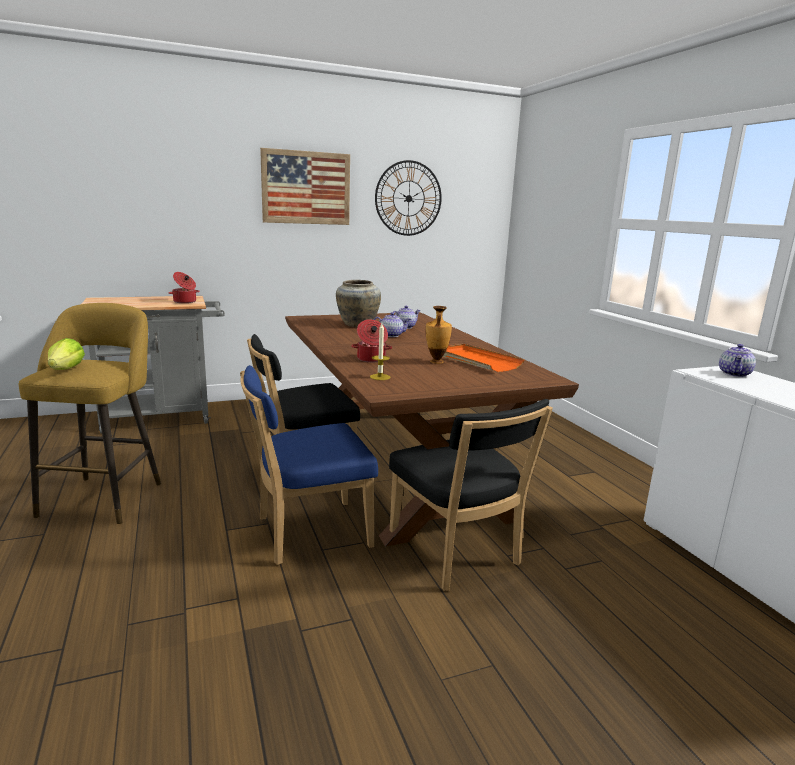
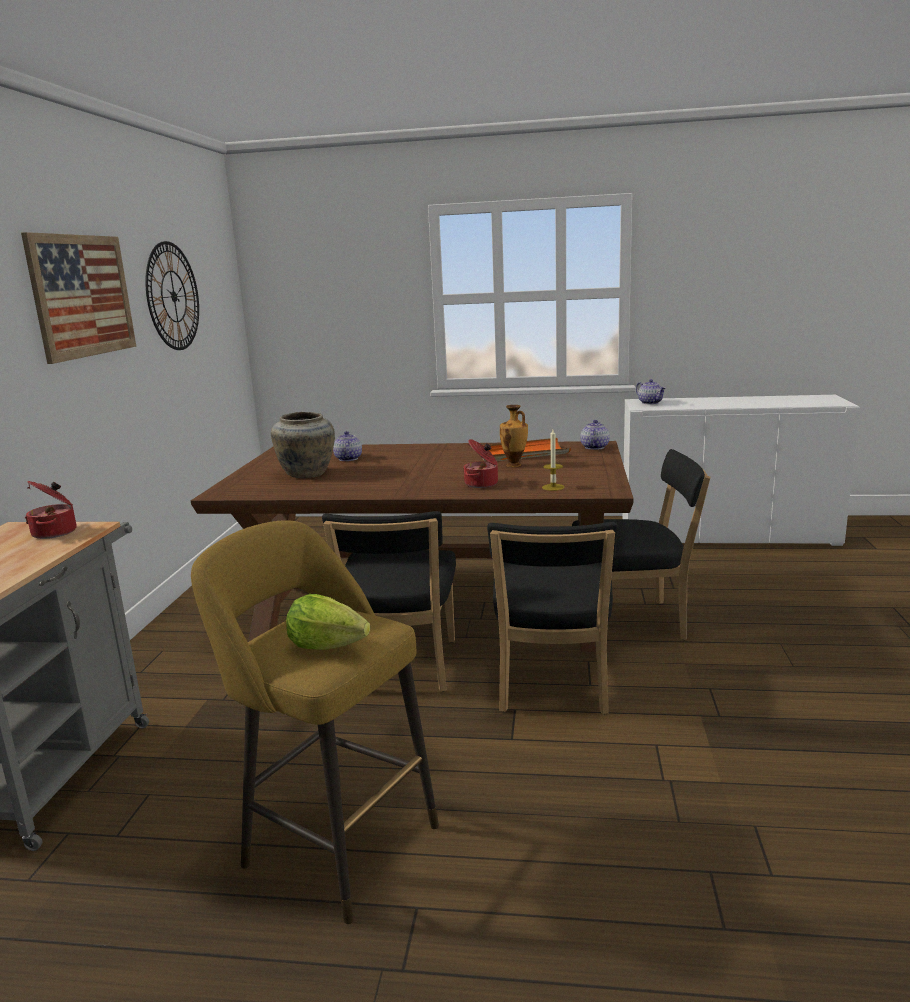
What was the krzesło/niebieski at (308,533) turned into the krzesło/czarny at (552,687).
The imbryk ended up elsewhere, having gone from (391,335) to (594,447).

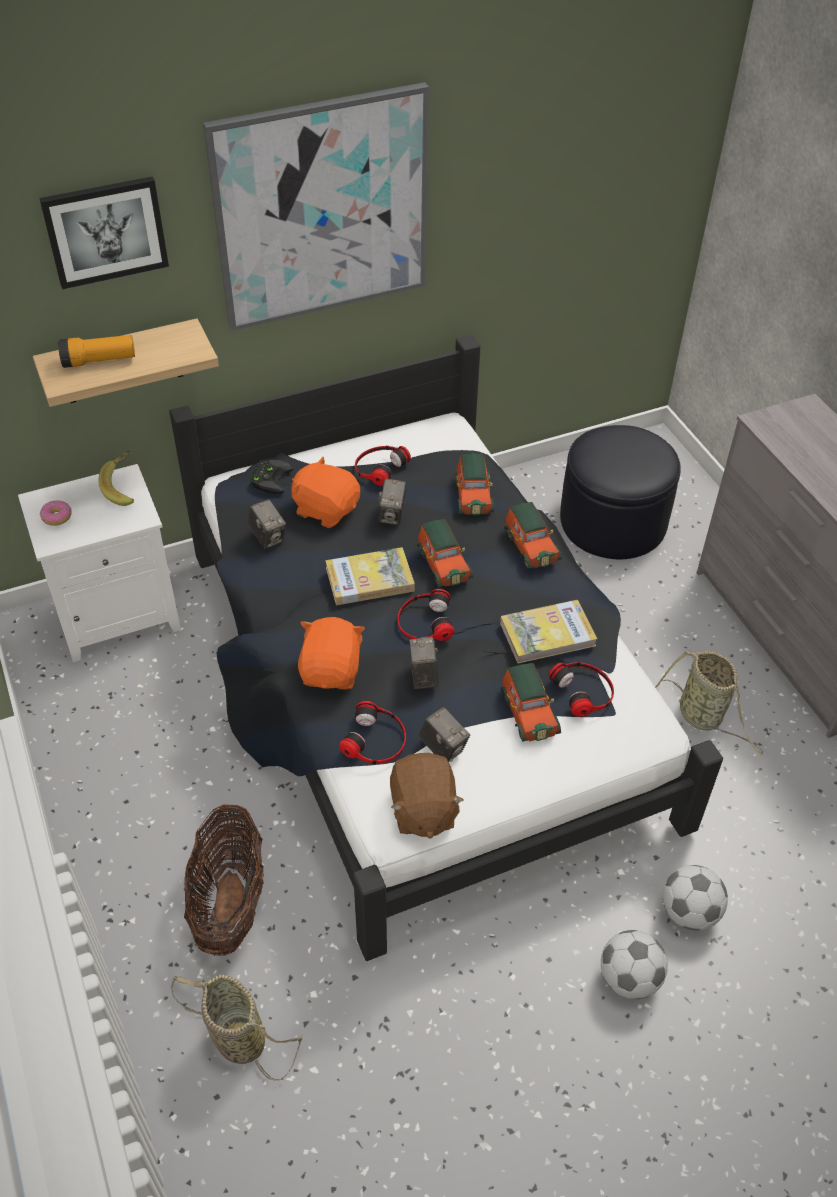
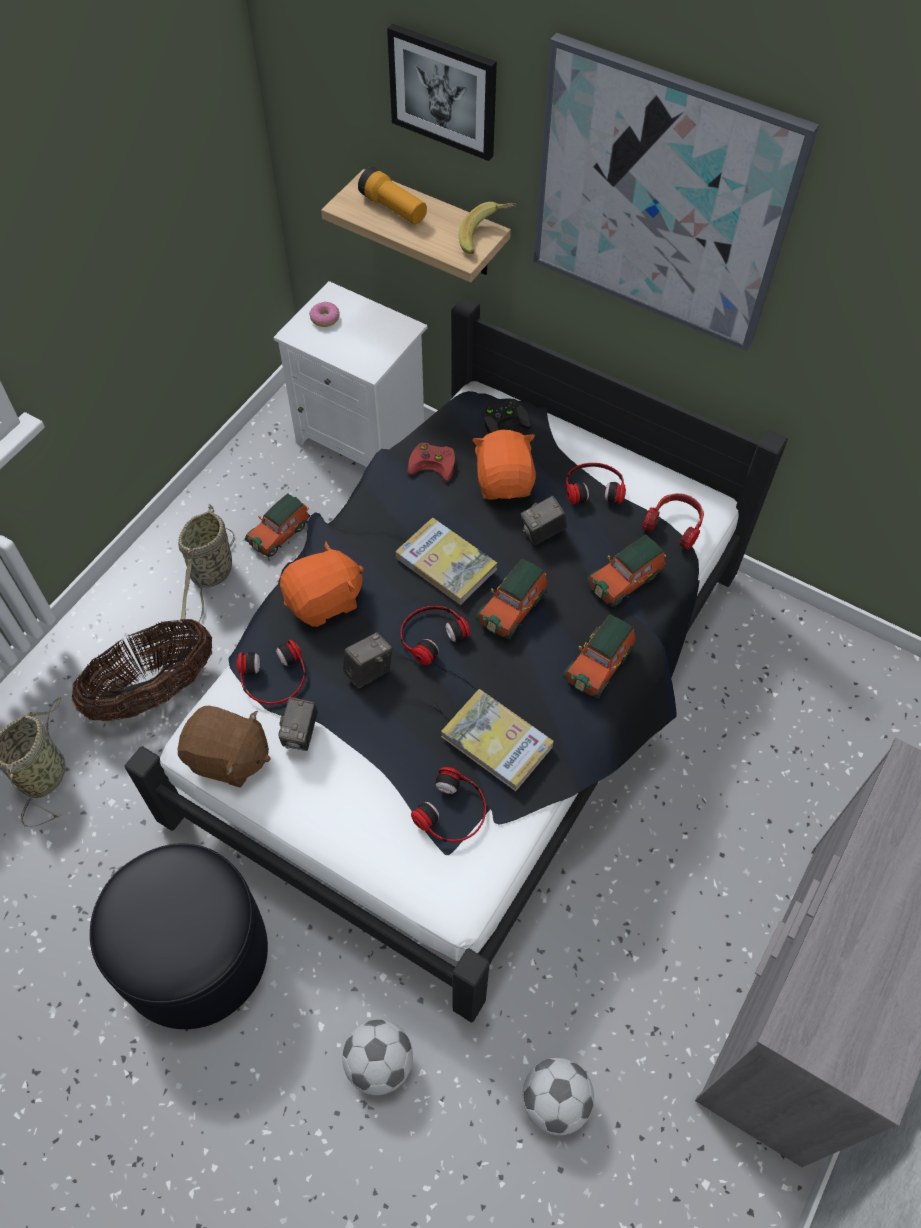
The banan ended up elsewhere, having gone from (125,488) to (487,238).
Where the aparat fotograficzny stood at (268,537), the pad do gier/czerwony came to stand at (434,463).
The pluszak/brązowy at (422,810) ended up facing another way, 120 degrees counterclockwise from before.
The samochodzik ended up elsewhere, having gone from (528,711) to (280,532).
The pufa/czarny ended up elsewhere, having gone from (613,521) to (195,953).
The piłka futbolowa ended up elsewhere, having gone from (629,978) to (555,1102).
The koszyk ended up elsewhere, having gone from (703,717) to (211,575).
The second view gained the słuchawki at (675,524).

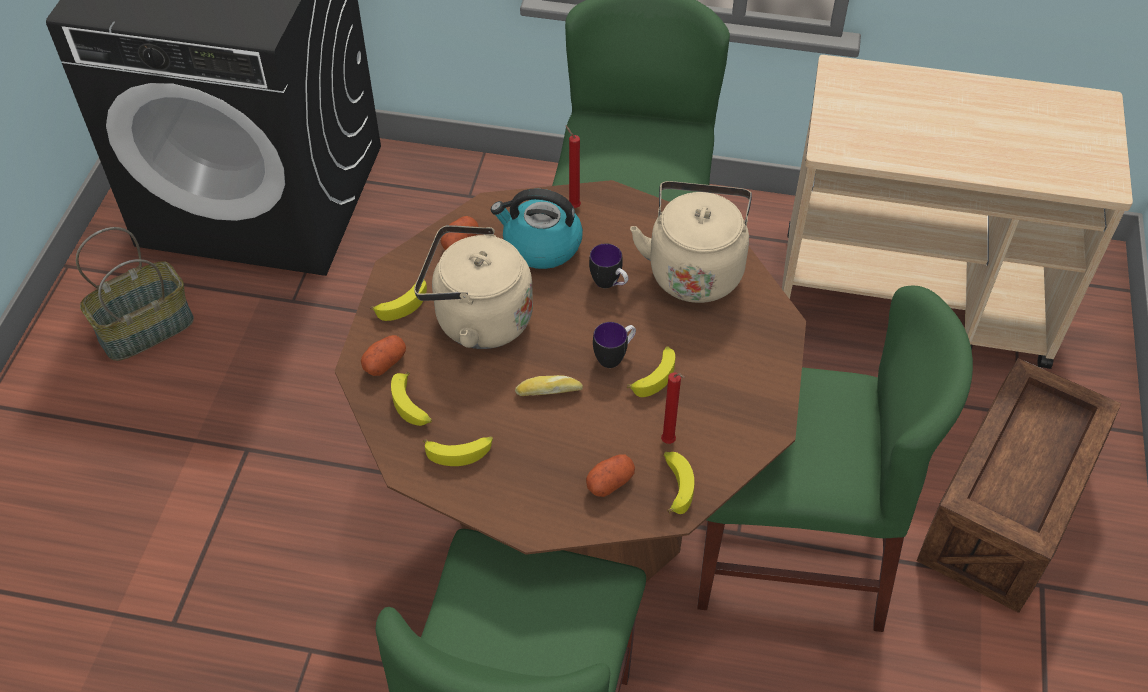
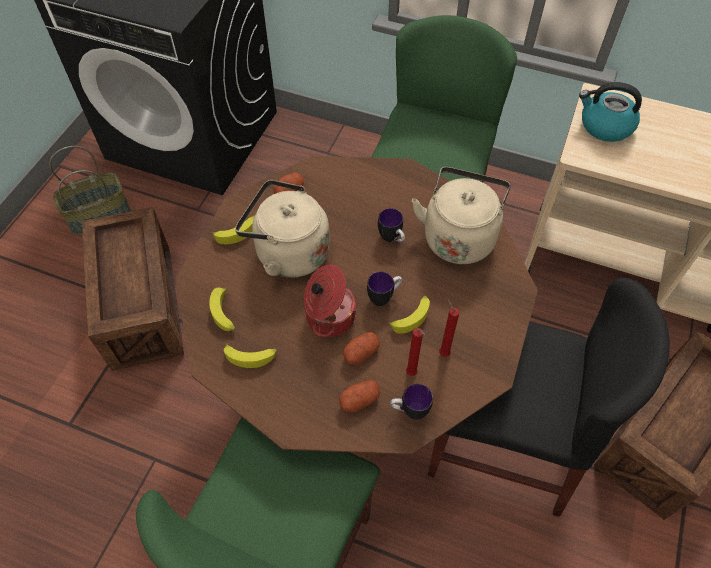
The ziemniak ended up elsewhere, having gone from (385,362) to (361,352).
The czajnik ended up elsewhere, having gone from (541,245) to (604,126).
Where the chleb stood at (548,390), the garnek came to stand at (328,317).
The świeca/czerwony ended up elsewhere, having gone from (572,206) to (443,352).
Where the banan stood at (675,485), the kubek came to stand at (409,411).
What was the krzesło/zielony at (790,551) turned into the krzesło/czarny at (502,443).
The second view gained the skrzynka at (142,306).

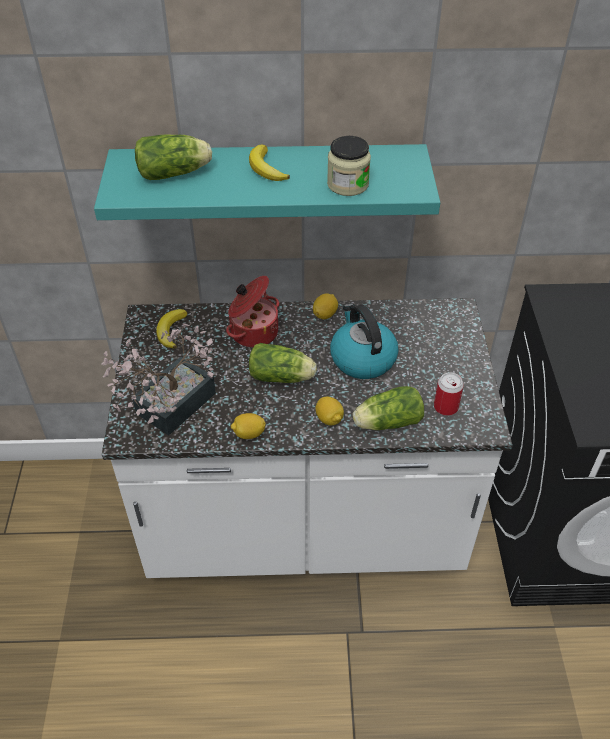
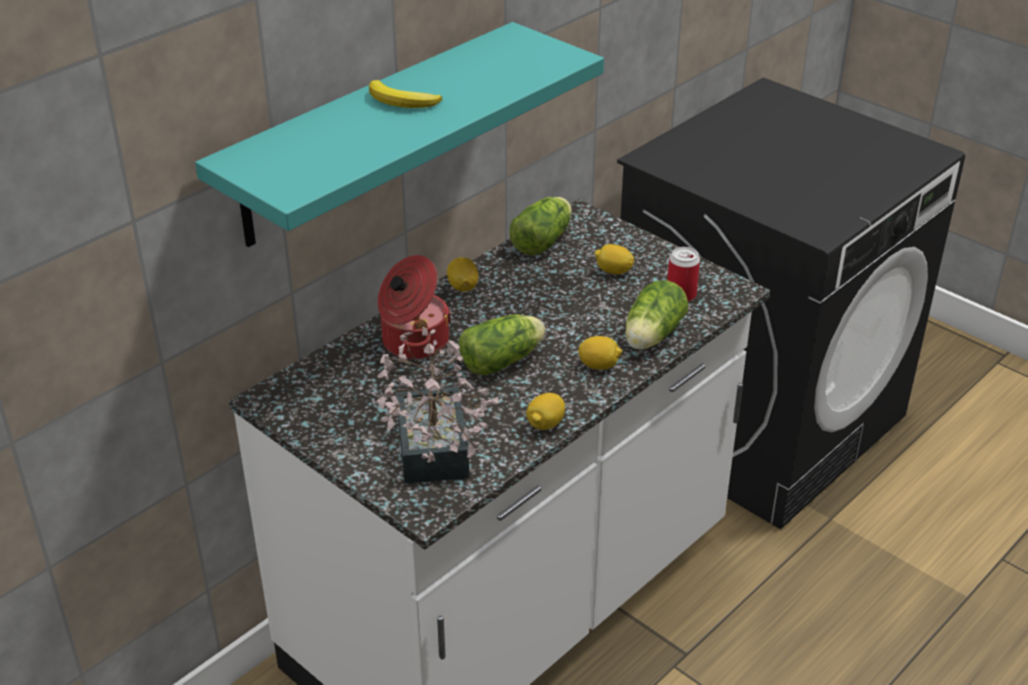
The sałata ended up elsewhere, having gone from (176,173) to (544,240).
The second view lost the banan at (171,331).
The second view lost the słoik at (348,184).
The second view lost the czajnik at (362,358).
The second view gained the cytryna at (613,271).

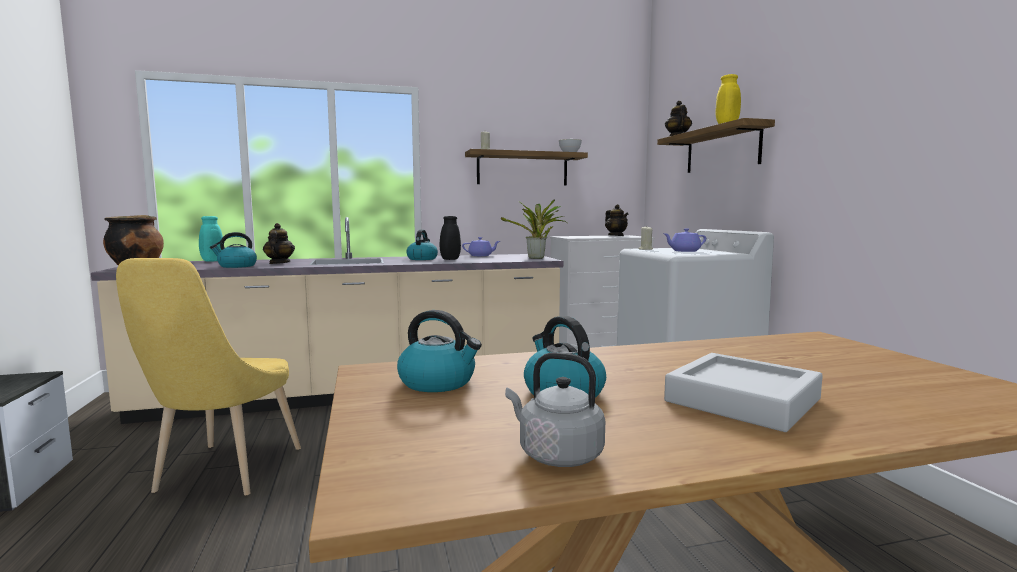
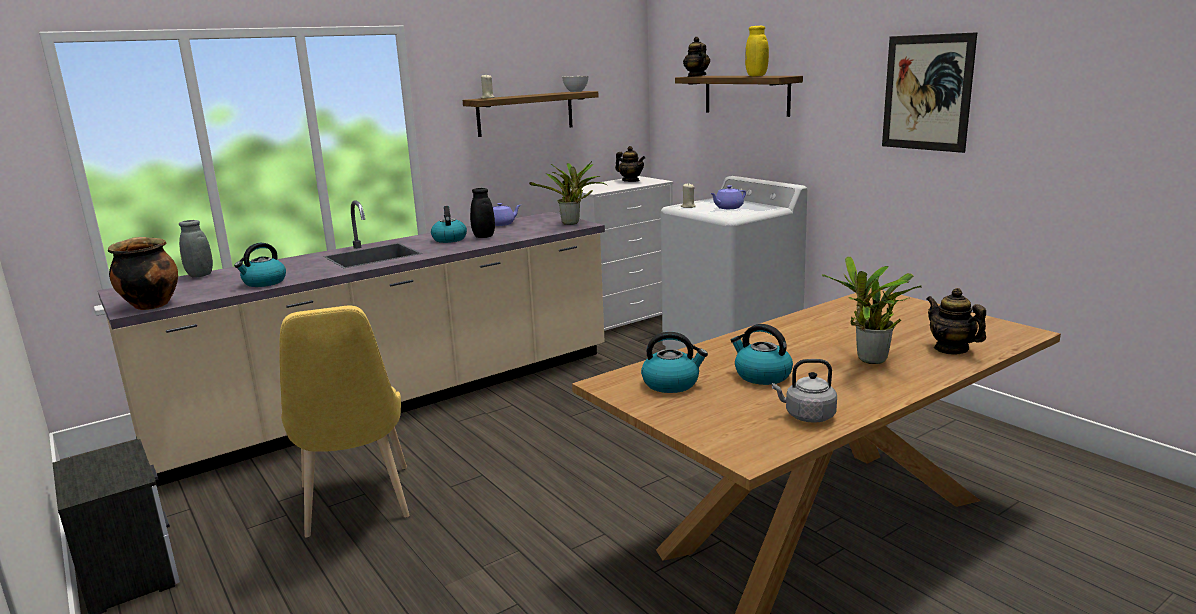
What was the wazon/turkusowy at (211,261) turned into the wazon/szary at (200,276).
The imbryk ended up elsewhere, having gone from (279,263) to (951,349).
Where the taca/szary stood at (742,400), the roślina doniczkowa came to stand at (869,361).
The second view gained the obraz at (927,93).

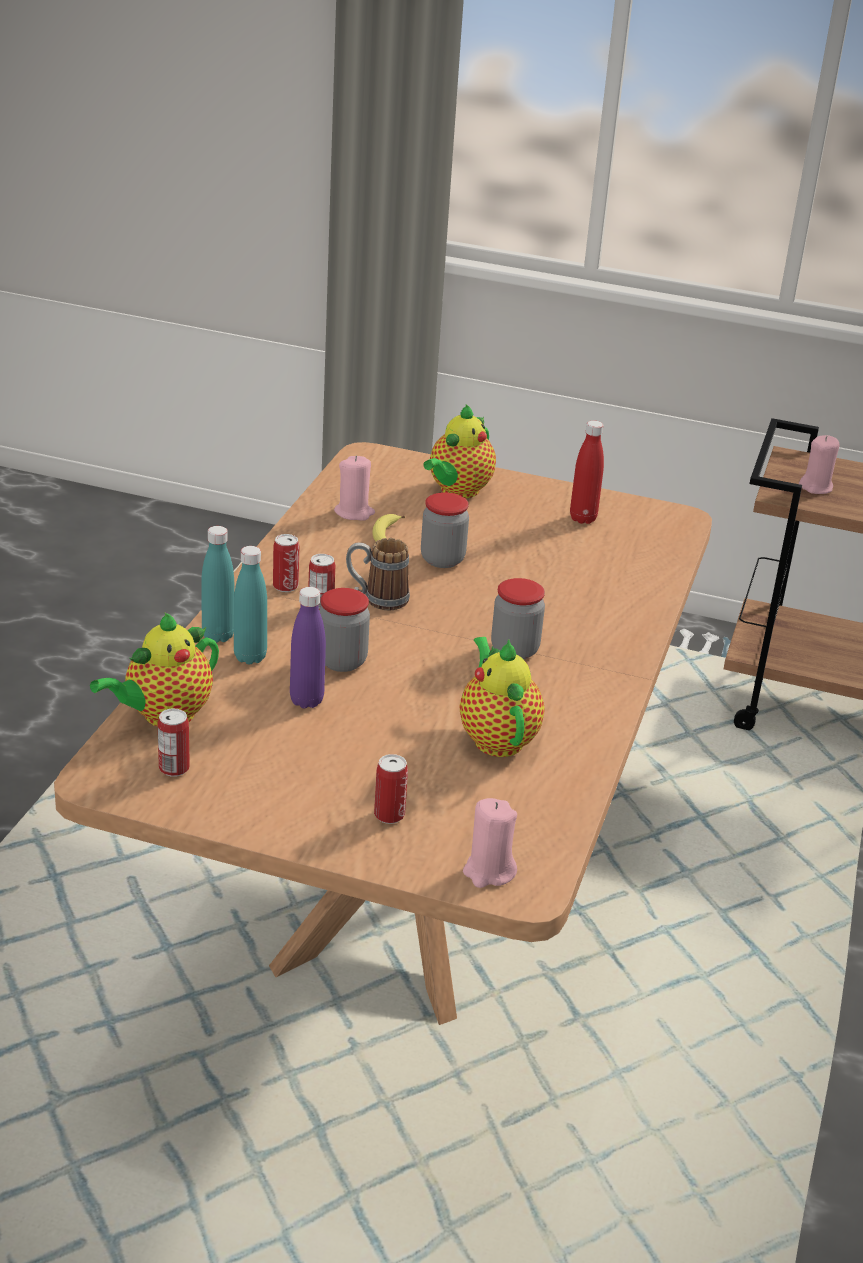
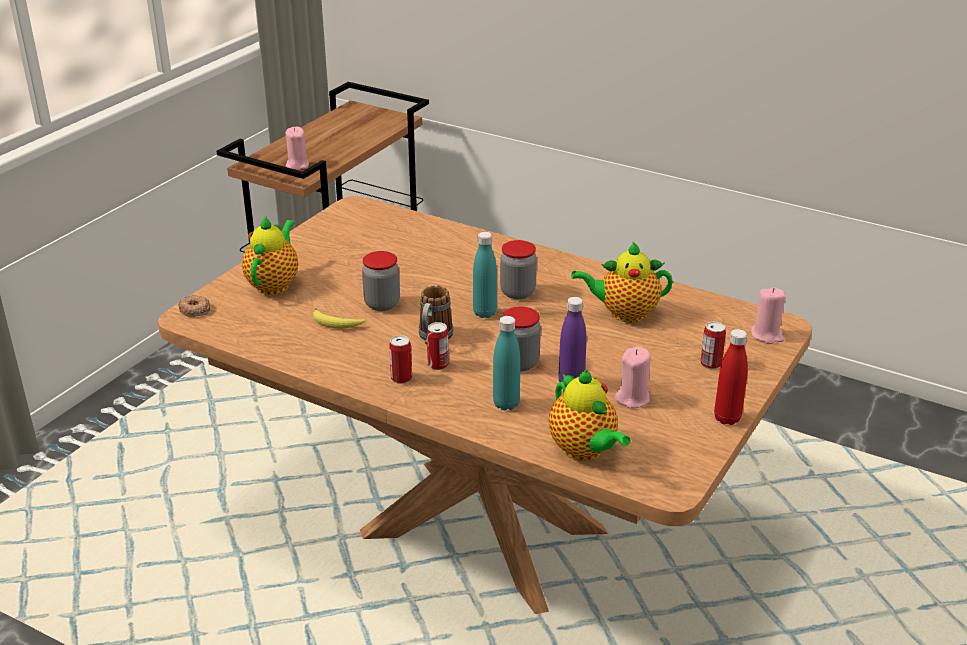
The second view lost the puszka at (174,768).
The butelka/turkusowy ended up elsewhere, having gone from (218,635) to (484,313).
The świeca/różowy ended up elsewhere, having gone from (354,513) to (632,398).
The imbryk at (457,491) ended up facing another way, 120 degrees counterclockwise from before.
The butelka/czerwony ended up elsewhere, having gone from (583,518) to (727,418).
The second view gained the donut at (194,310).

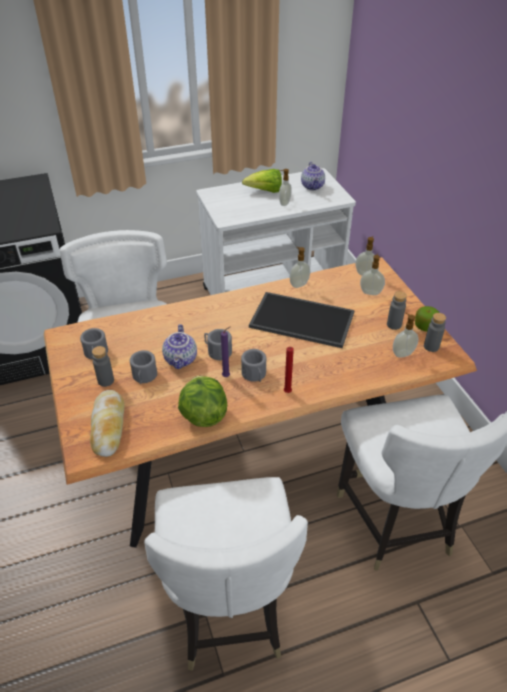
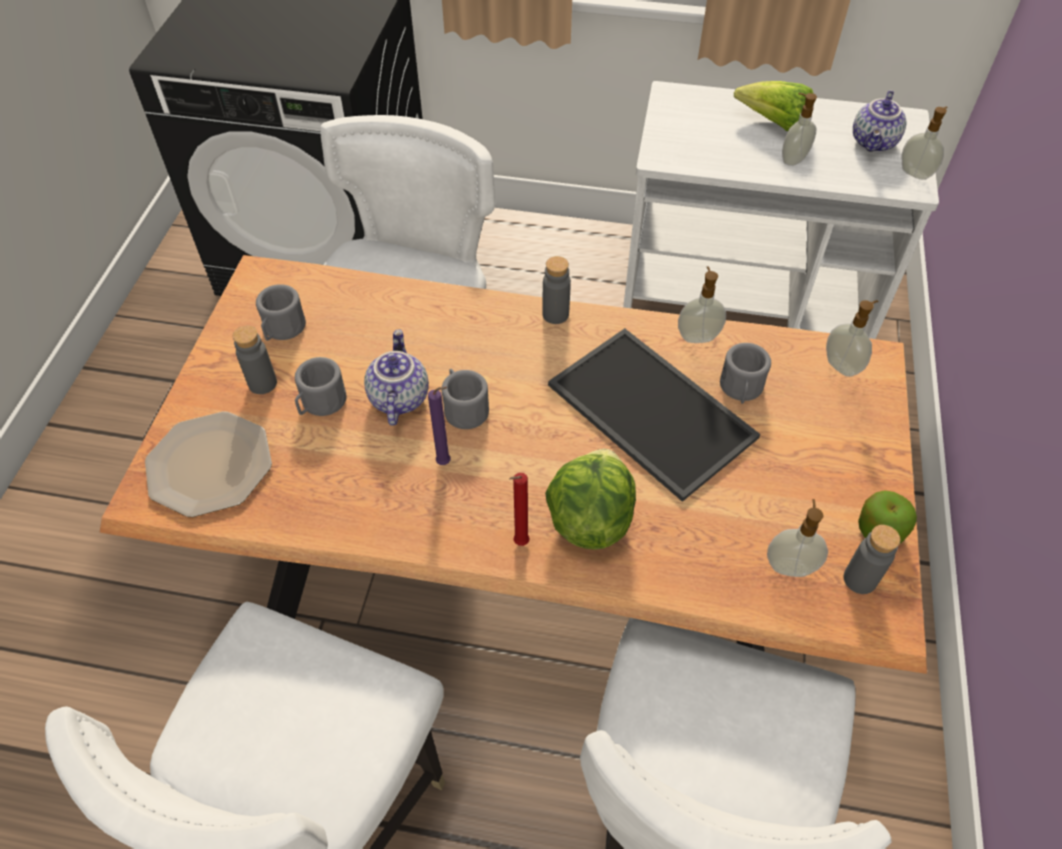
Where the chleb stood at (108,426), the talerz came to stand at (210,466).
The imbryk at (181,359) ended up facing another way, 150 degrees clockwise from before.
The sałata ended up elsewhere, having gone from (203,415) to (589,519).
The kubek/szary ended up elsewhere, having gone from (254,375) to (741,389).
The dozownik mydła ended up elsewhere, having gone from (370,292) to (915,173).
The butelka/szary ended up elsewhere, having gone from (394,324) to (555,314).

